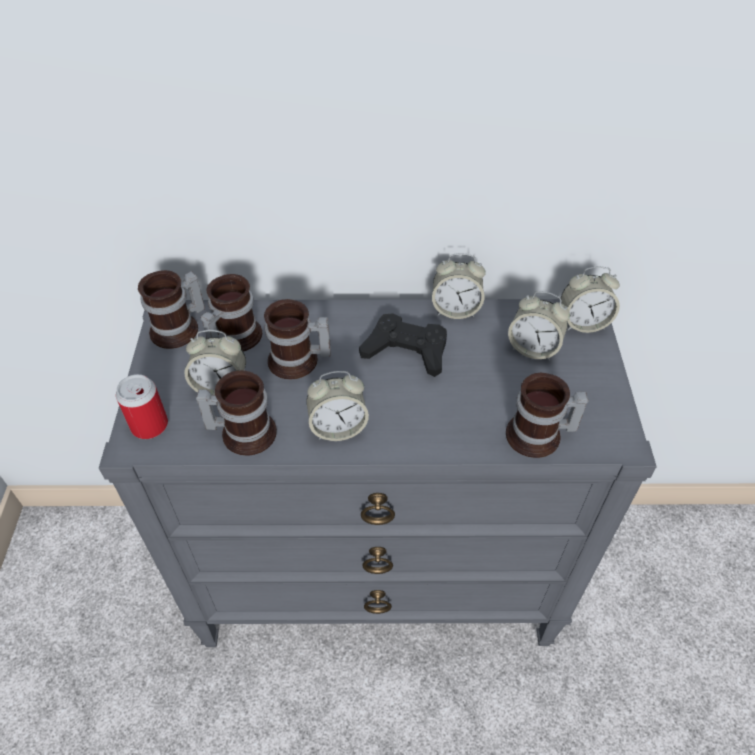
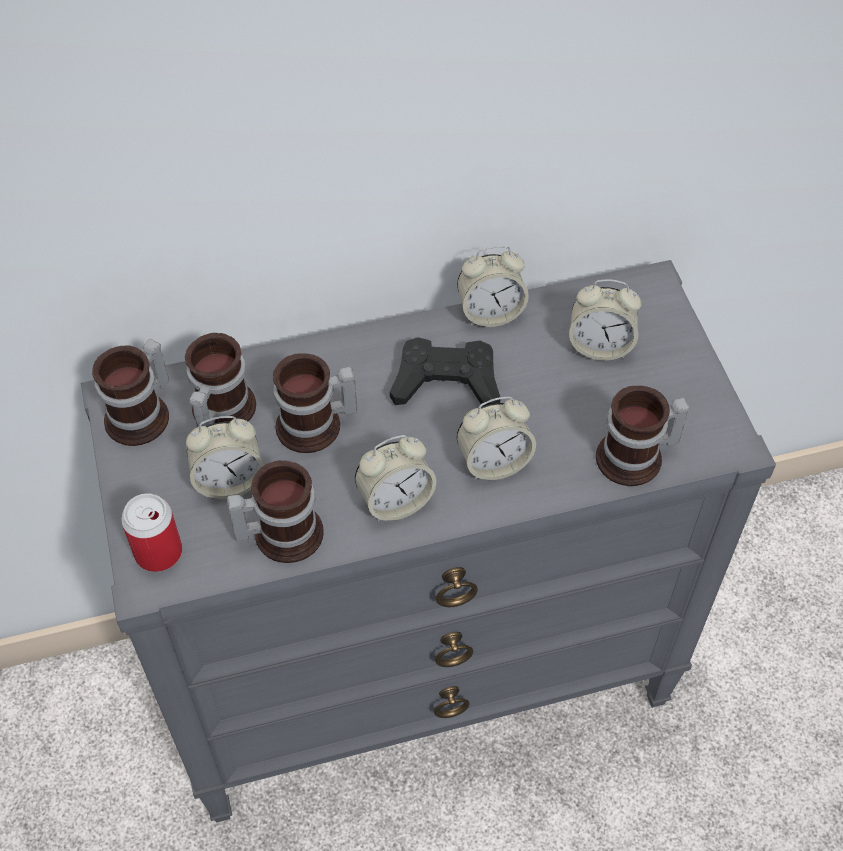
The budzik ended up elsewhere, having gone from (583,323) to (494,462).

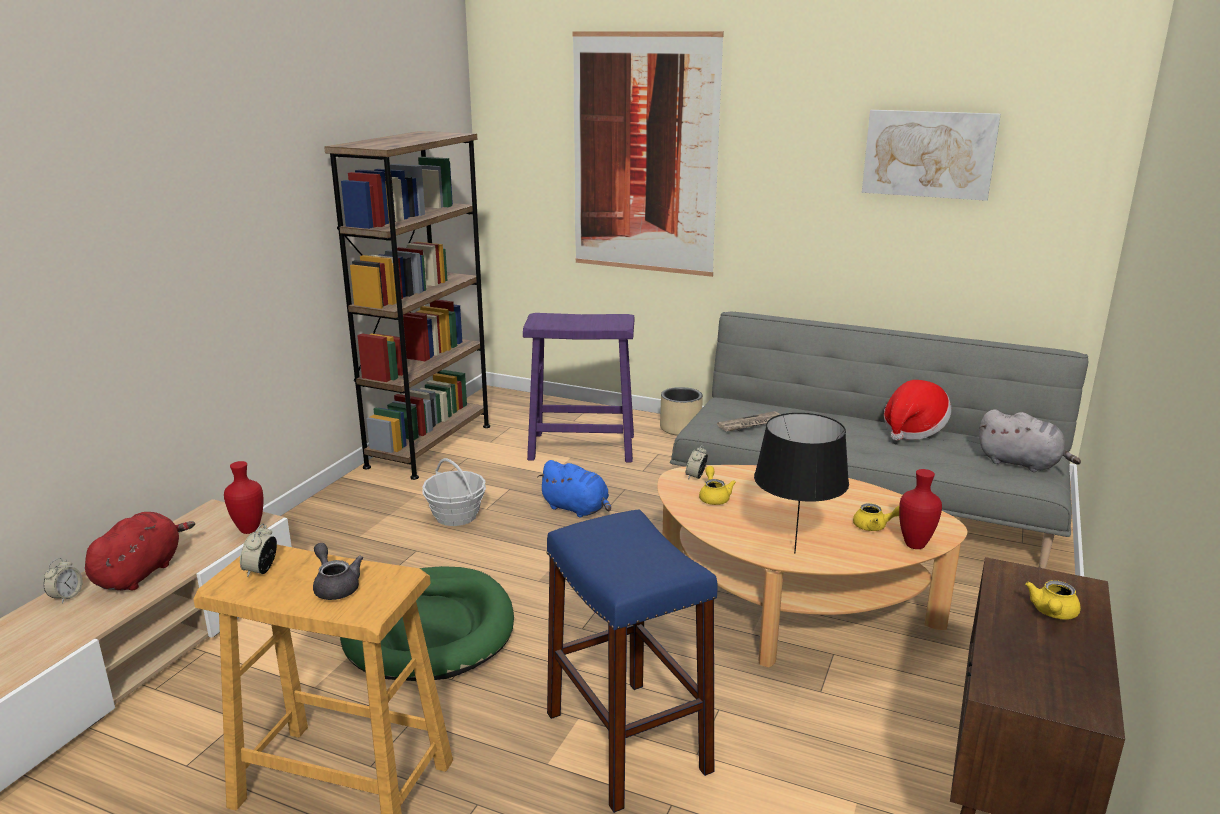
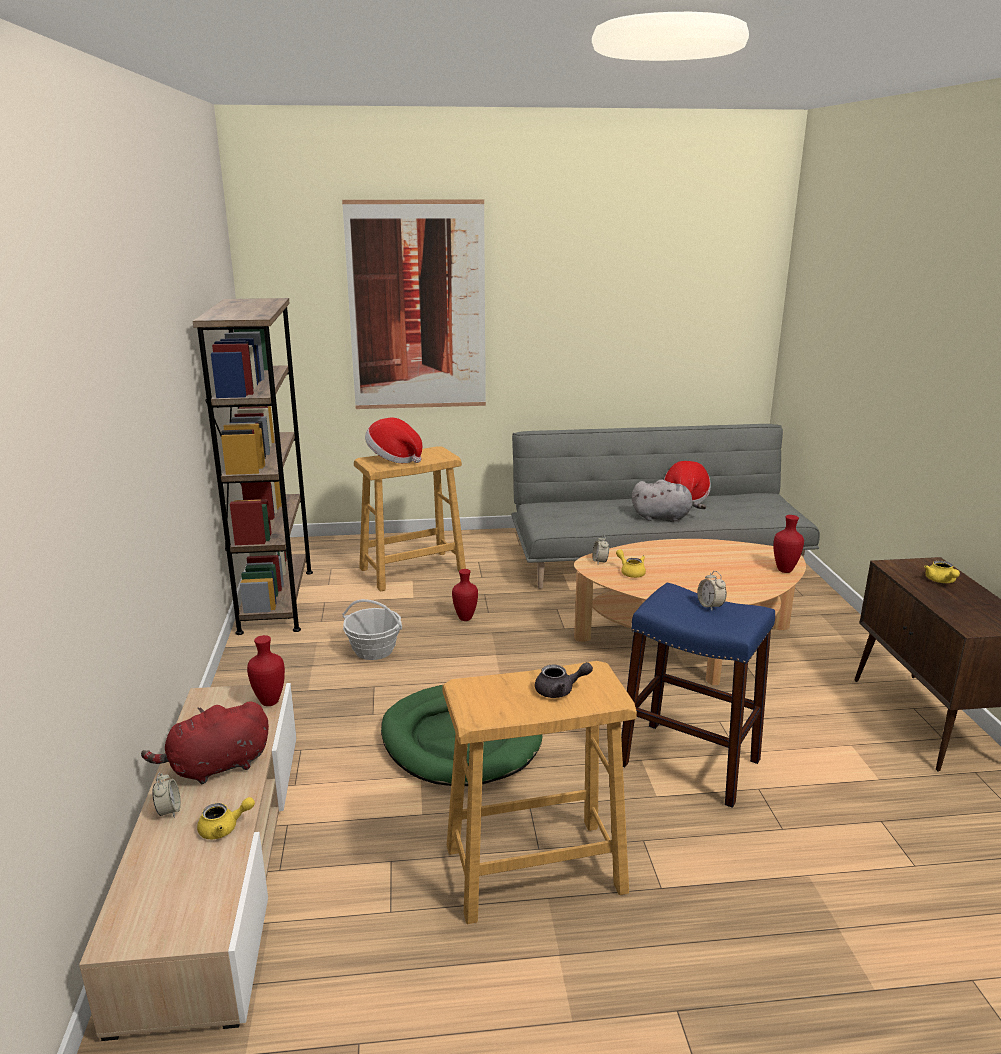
The pluszak/czerwony at (141,572) ended up facing another way, 105 degrees counterclockwise from before.
The budzik ended up elsewhere, having gone from (261,570) to (710,606).
The imbryk/szary at (335,586) ended up facing another way, 150 degrees clockwise from before.
What was the stołek/fioletowy at (582,447) turned into the stołek/beżowy at (413,570).
Where the pluszak/niebieski stood at (577,509), the wazon/czerwony came to stand at (466,618).
The second view lost the donica/beżowy at (681,428).
The second view lost the gazeta at (751,424).
The second view lost the lampa stołowa/czarny at (794,553).
The imbryk/żółty ended up elsewhere, having gone from (875,526) to (224,828).
The second view lost the obraz at (929,154).
The pluszak/szary ended up elsewhere, having gone from (1021,464) to (664,517).
The second view gained the kapelusz at (394,458).

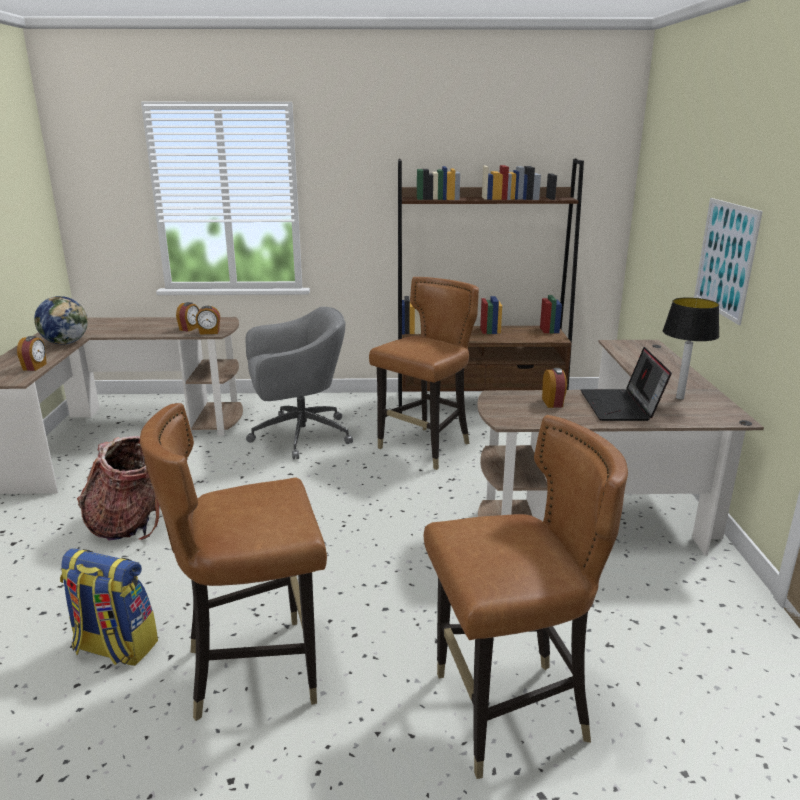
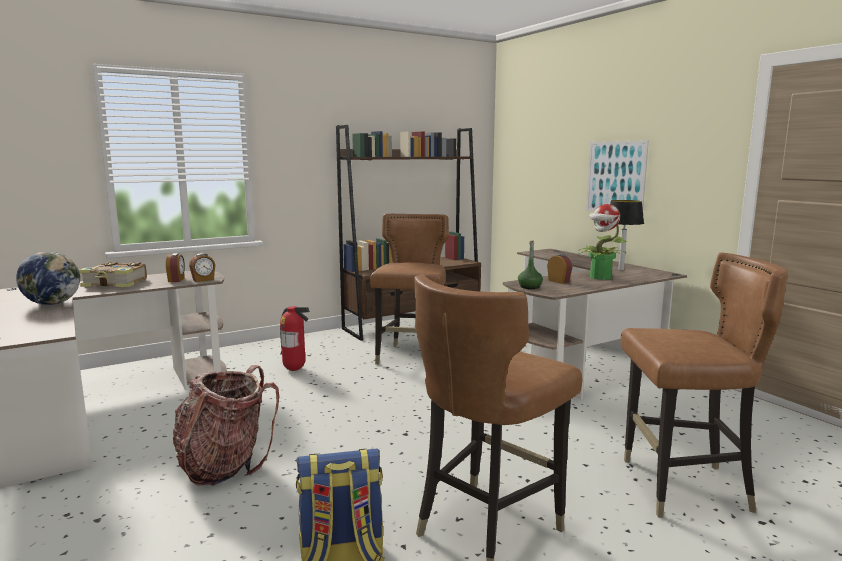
The second view lost the budzik at (35,367).
Where the krzesło biurowe/szary stood at (298,435), the gaśnica came to stand at (295,369).
The krzesło/brązowy at (508,713) ended up facing another way, 45 degrees clockwise from before.
Where the laptop stood at (621,406), the roślina doniczkowa came to stand at (600,277).
The second view gained the książka at (115,283).
The second view gained the butelka/zielony at (529,287).

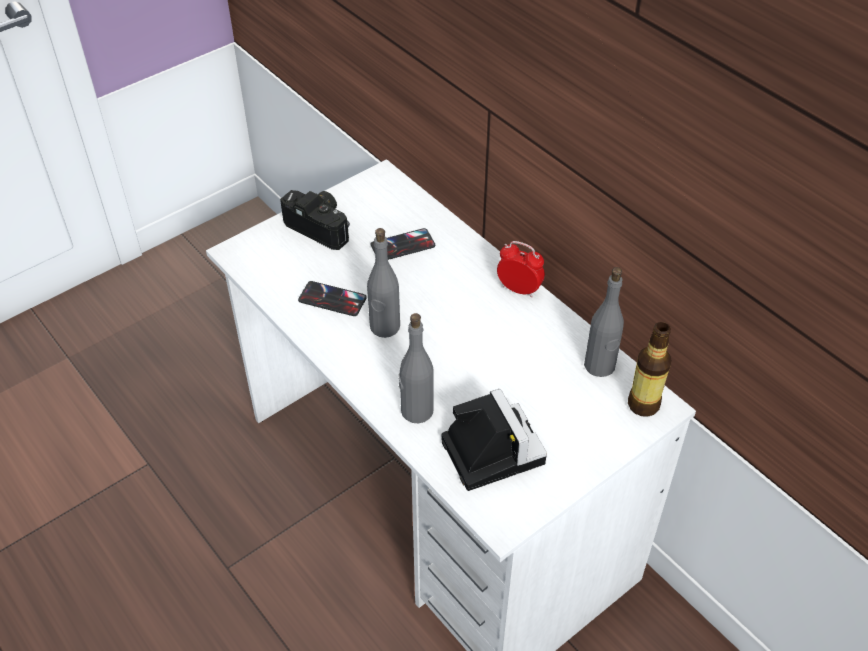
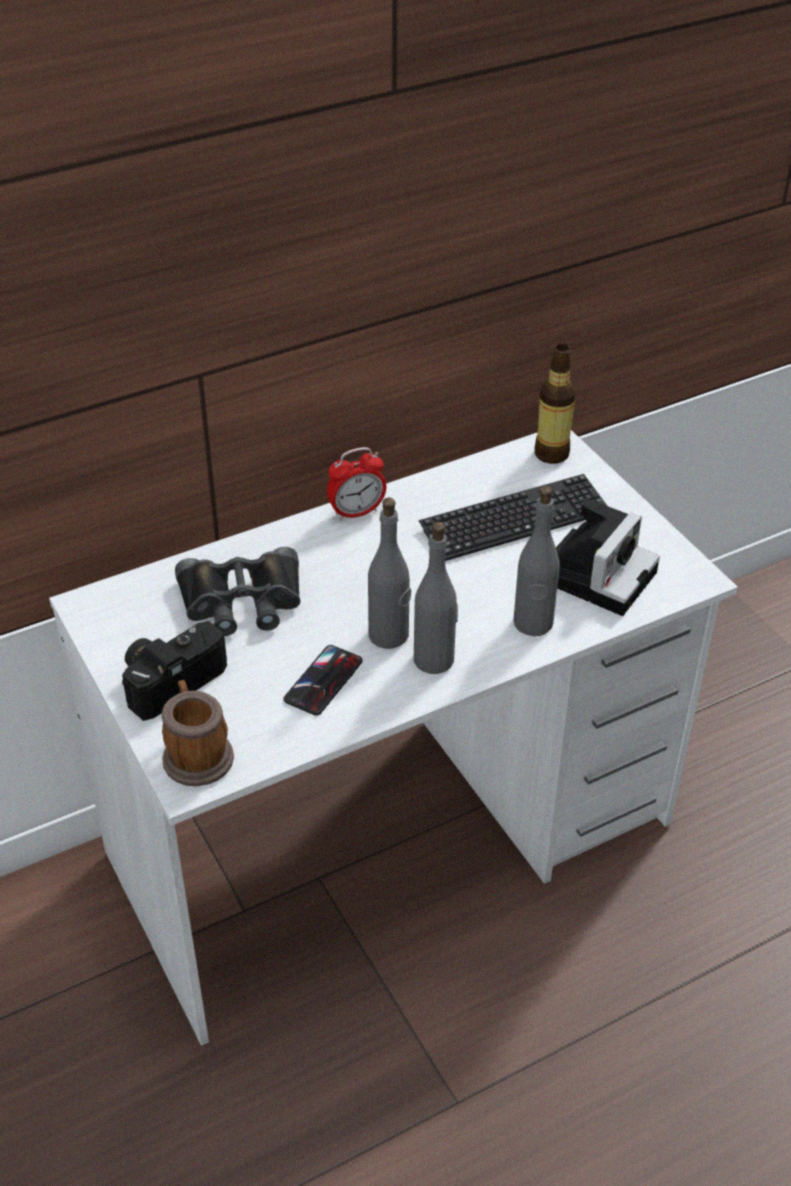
Where the telefon stood at (403,245), the lornetka/czarny came to stand at (242,601).
The aparat fotograficzny at (489,449) ended up facing another way, 135 degrees clockwise from before.
The budzik at (519,289) ended up facing another way, 150 degrees counterclockwise from before.
The butelka/szary ended up elsewhere, having gone from (599,366) to (434,660).
The second view gained the kubek at (196,753).
The second view gained the klawiatura at (515,521).

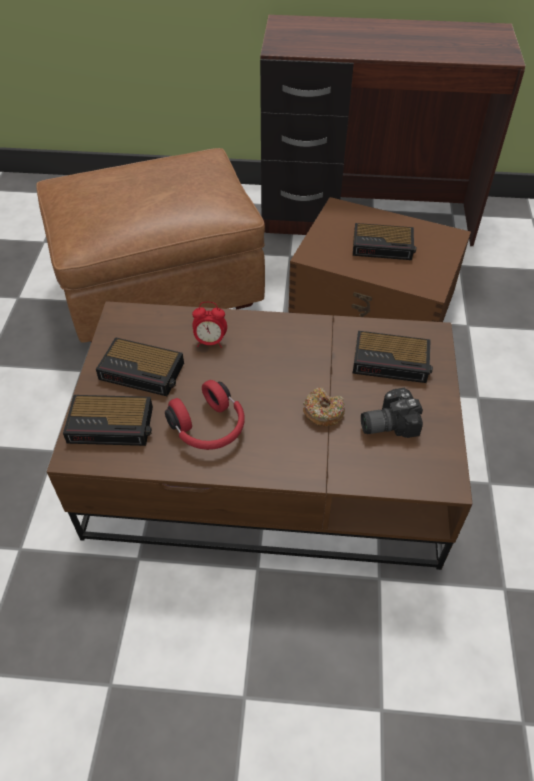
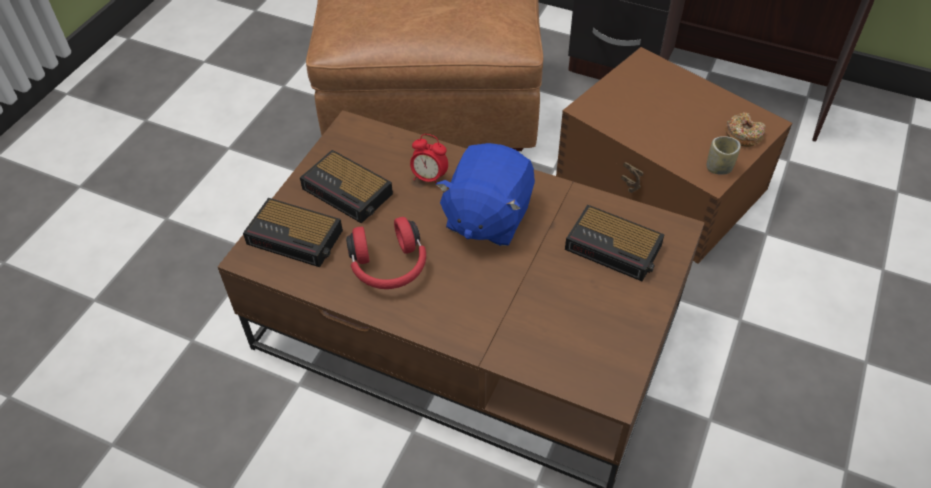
The donut ended up elsewhere, having gone from (323,412) to (743,135).
The second view lost the budzik at (384,246).
The second view lost the aparat fotograficzny at (386,422).
The second view gained the pluszak/niebieski at (487,217).
The second view gained the filiżanka at (719,168).

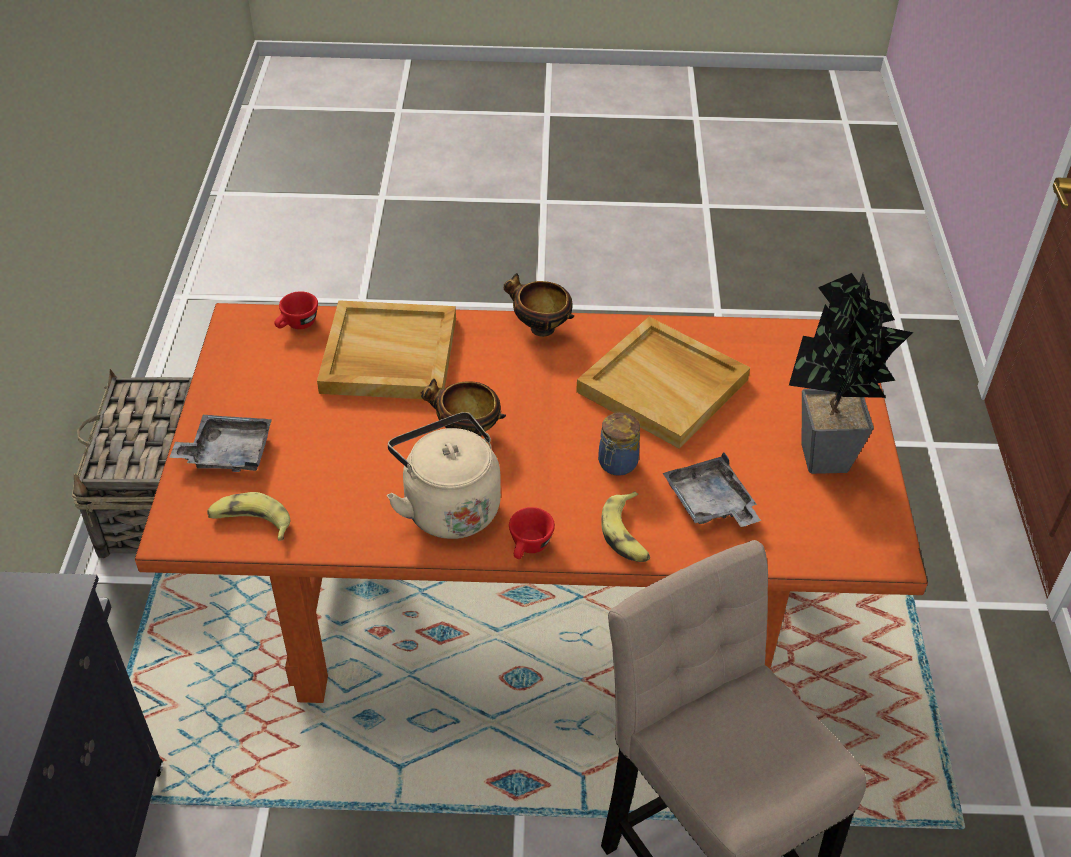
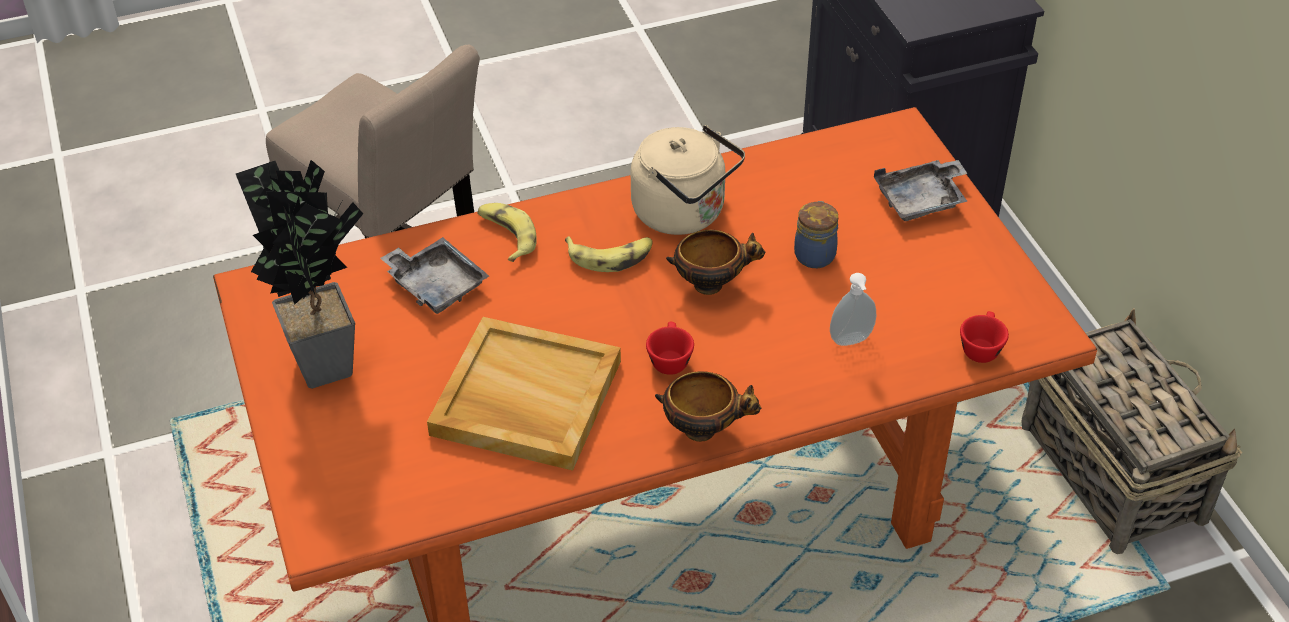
The banan ended up elsewhere, having gone from (251,522) to (611,256).
Where the taca/beżowy stood at (388,356), the dozownik mydła came to stand at (851,341).
The filiżanka/czerwony ended up elsewhere, having gone from (529,548) to (669,358).
The słoik ended up elsewhere, having gone from (616,464) to (815,254).

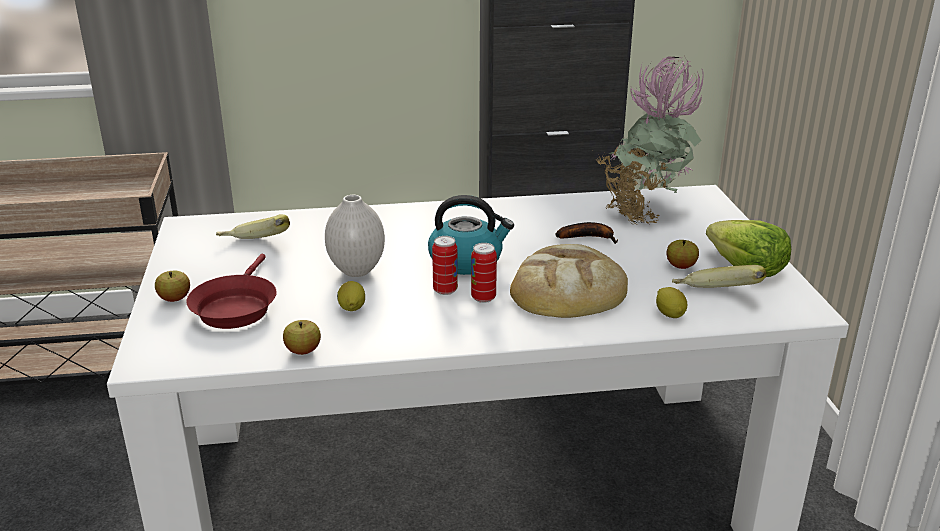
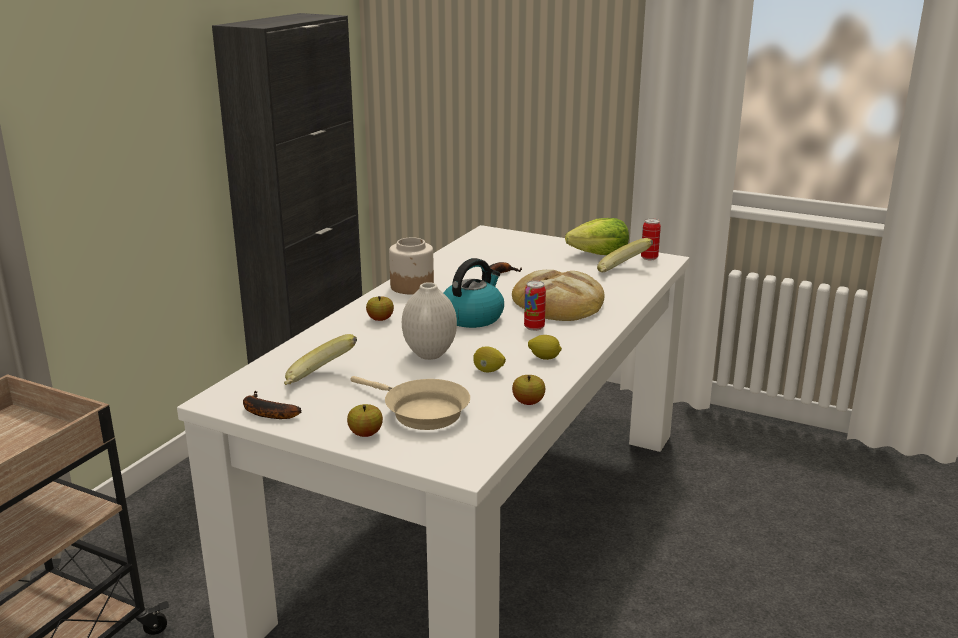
What was the patelnia/czerwony at (236,307) turned into the patelnia/beżowy at (420,412).
The puszka ended up elsewhere, having gone from (445,290) to (649,258).
The second view lost the roślina doniczkowa at (644,213).
The cytryna ended up elsewhere, having gone from (670,314) to (544,358).
The jabłko ended up elsewhere, having gone from (681,266) to (380,319).
The second view gained the banan at (265,412).
The second view gained the słoik at (412,286).

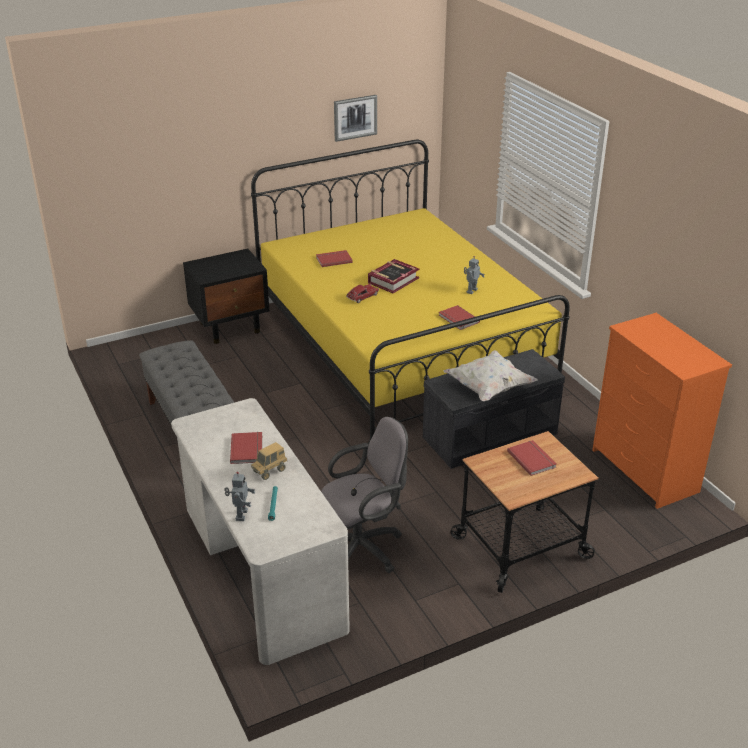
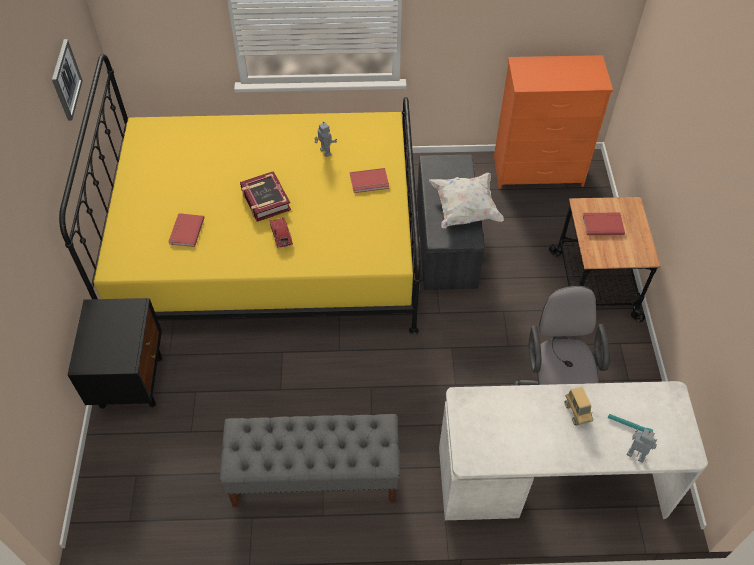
The second view lost the książka/czerwony at (248,449).

